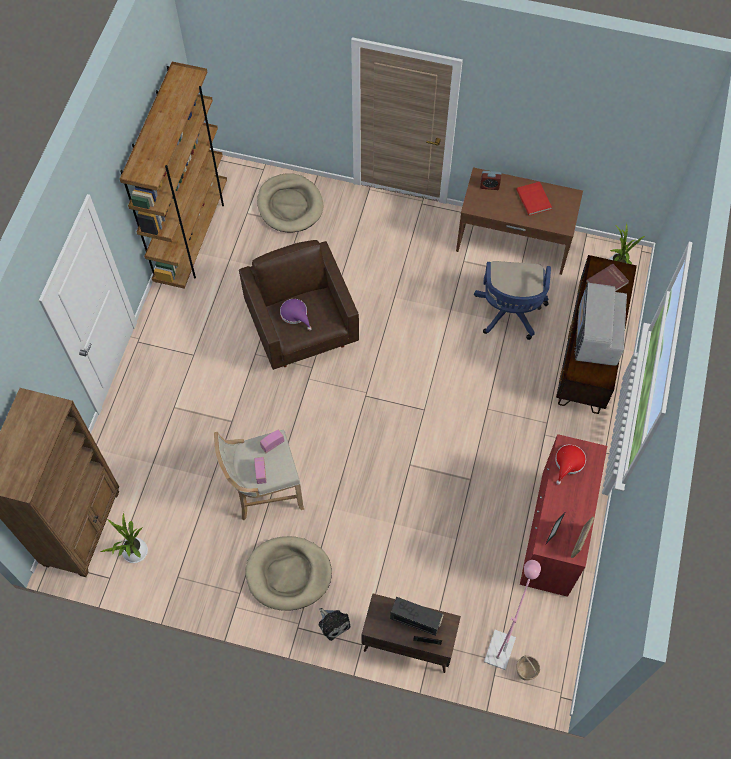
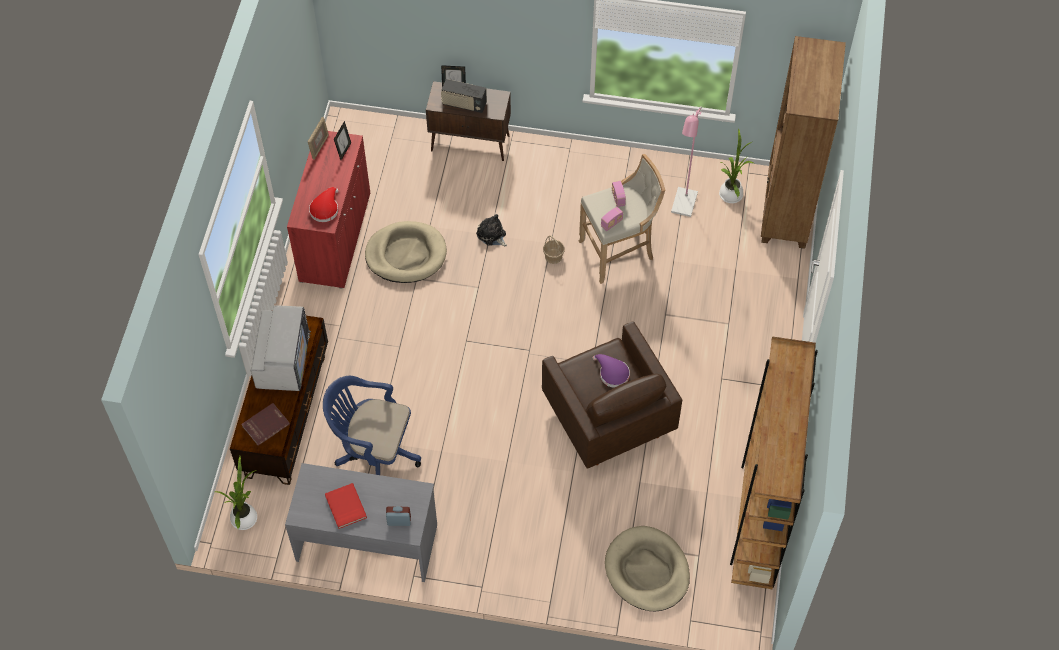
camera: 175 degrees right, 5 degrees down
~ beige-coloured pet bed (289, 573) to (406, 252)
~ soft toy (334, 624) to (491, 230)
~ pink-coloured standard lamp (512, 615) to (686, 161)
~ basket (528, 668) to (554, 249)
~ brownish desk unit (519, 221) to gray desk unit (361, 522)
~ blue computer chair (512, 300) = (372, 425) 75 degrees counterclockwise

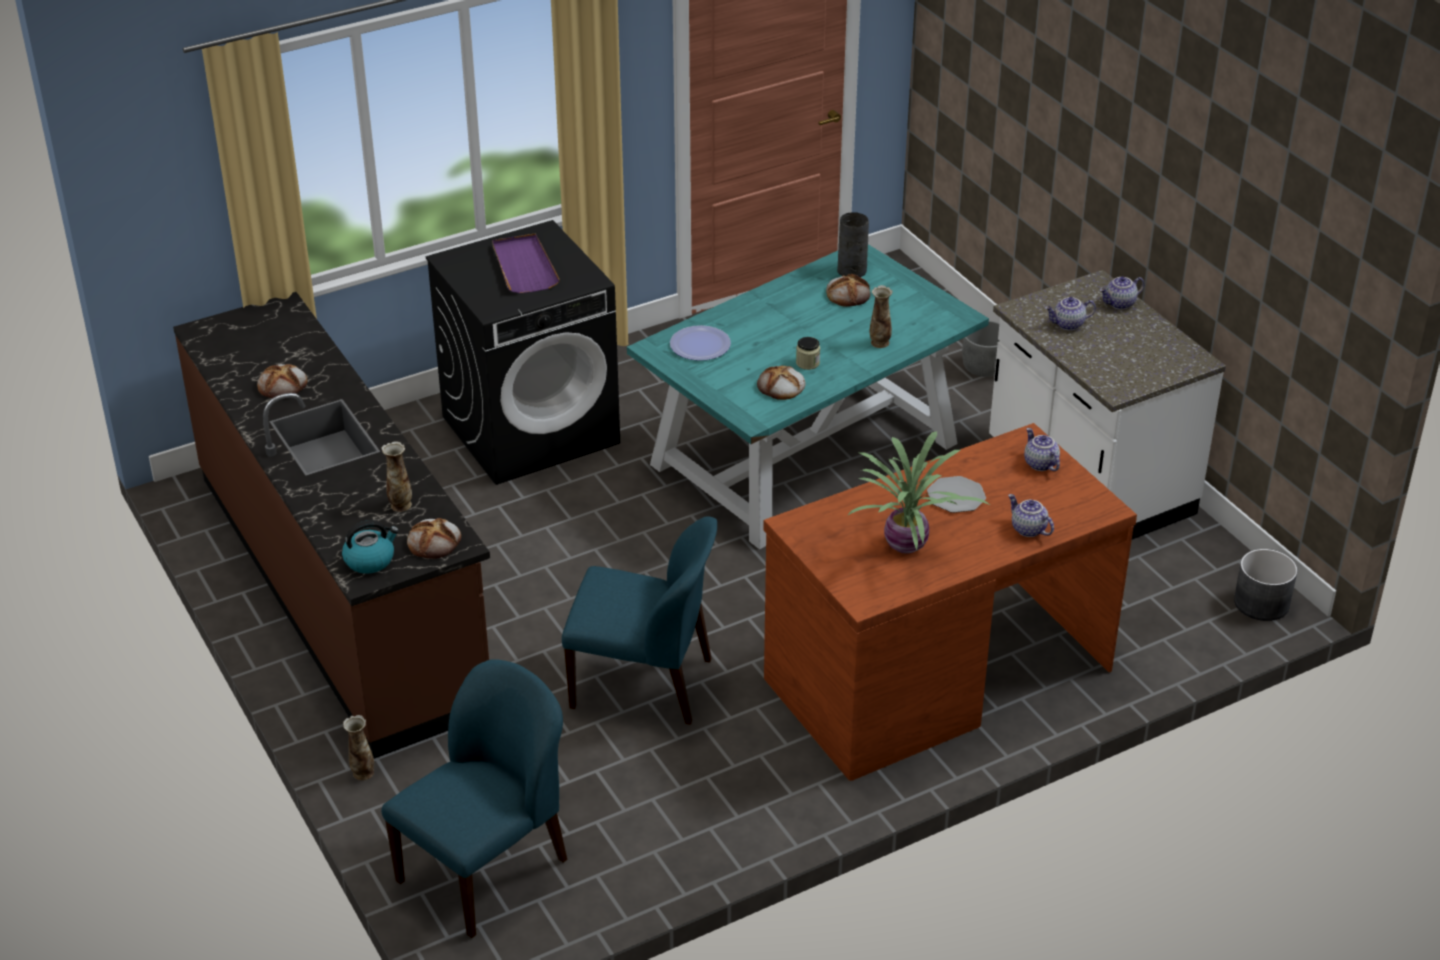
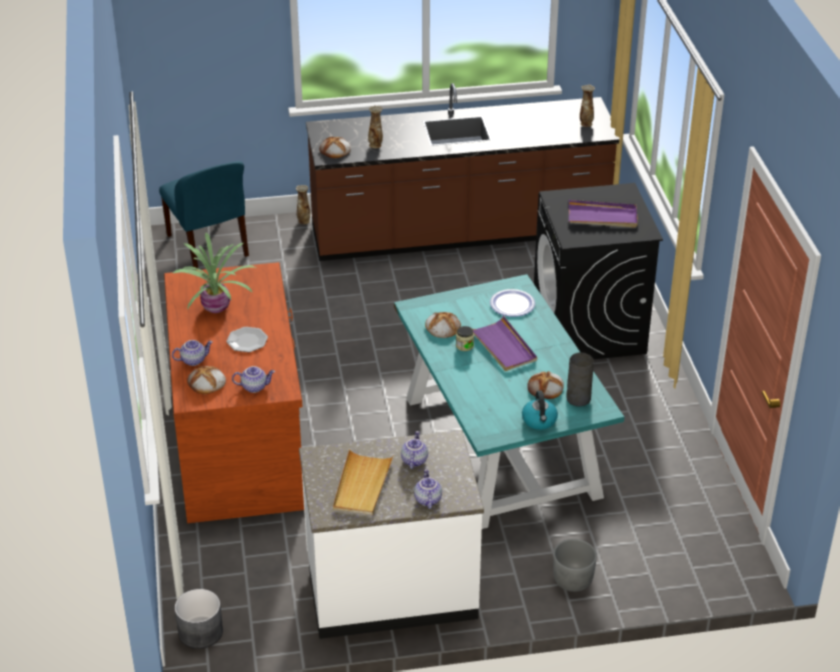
camera: 110 degrees right, 0 degrees up
- blue chair (639, 621)
+ beige-coloured carrying tray (363, 482)
+ purple carrying tray (505, 343)
~ bread (282, 381) to (206, 380)
~ tea kettle (370, 547) to (540, 410)
~ decorative vase (881, 316) to (587, 105)

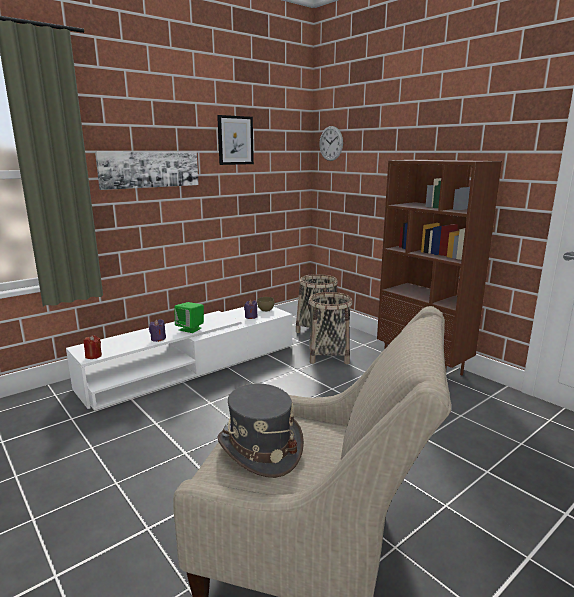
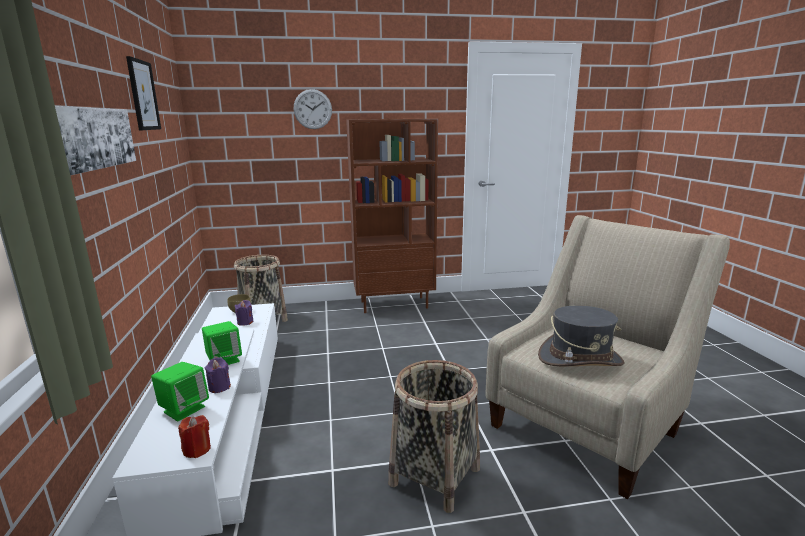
camera: 60 degrees left, 0 degrees up
+ green-coloured loudspeaker (180, 392)
~ basket (330, 328) to (434, 436)
~ hanging clock (331, 143) to (313, 109)

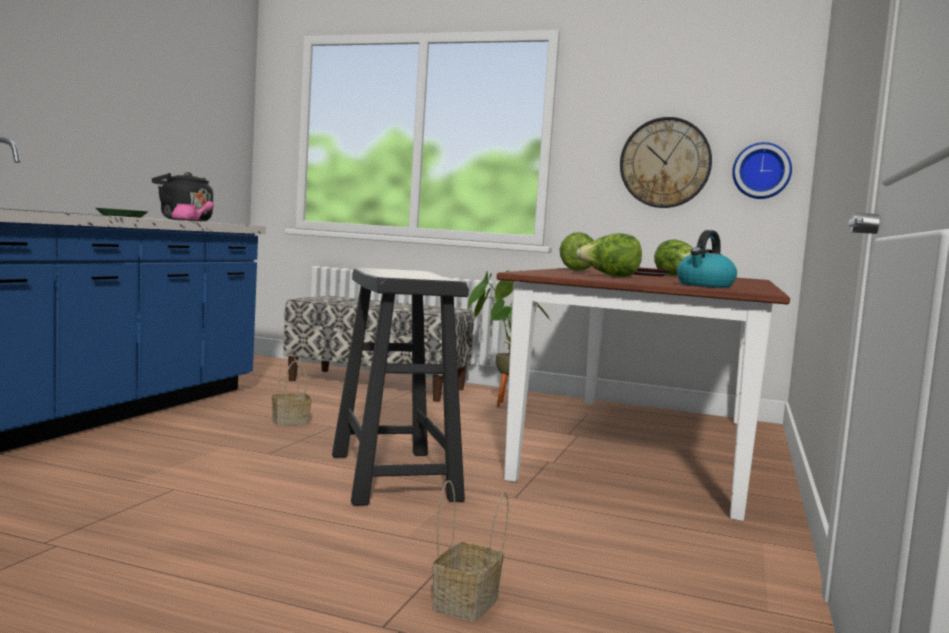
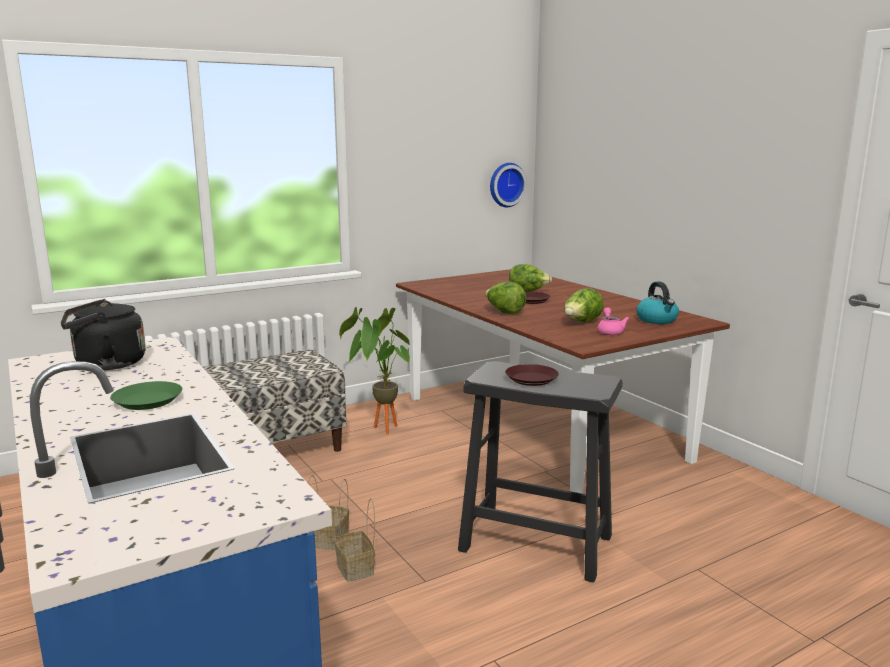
camera: 50 degrees left, 10 degrees up
- hanging clock (666, 162)
+ brownish plate (532, 375)
~ pink-coloured pot for tea (193, 211) to (613, 321)
~ basket (471, 551) to (354, 540)

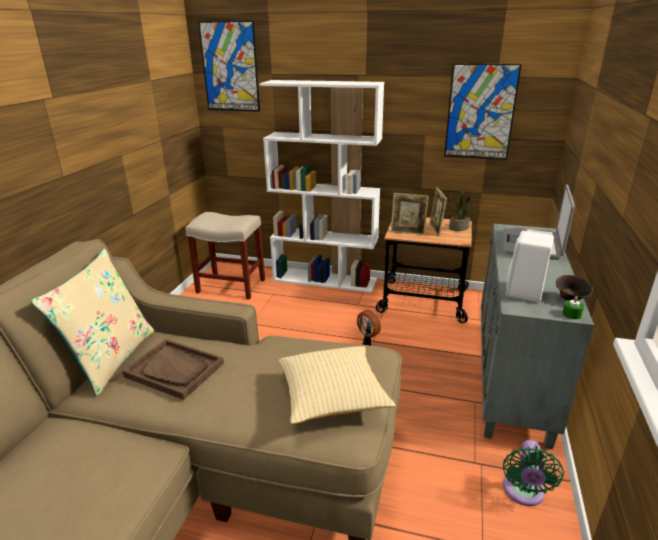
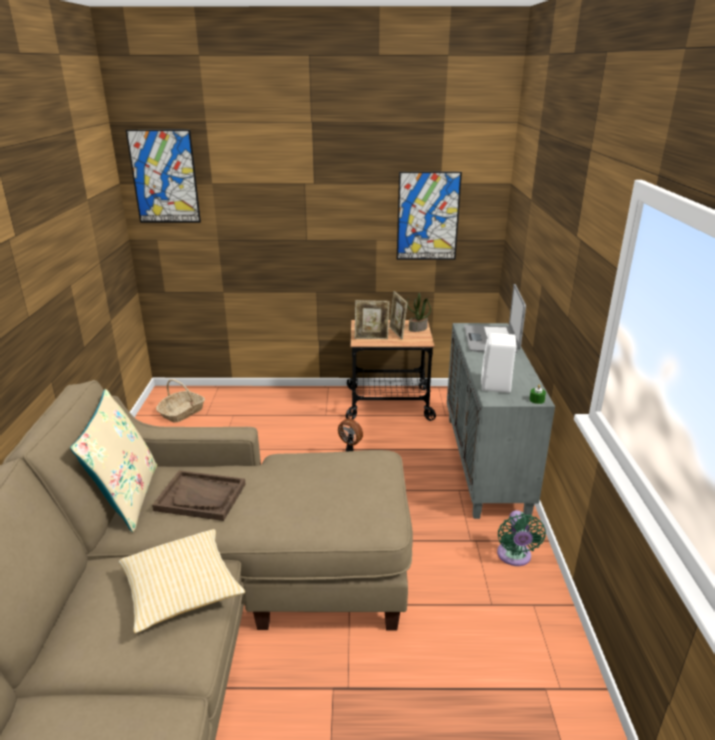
camera: 15 degrees left, 0 degrees up
- whitish shelving unit (321, 186)
- brownish deep dish (575, 288)
~ pillow (337, 385) to (182, 581)
~ beige-coloured stool (225, 256) to basket (180, 401)

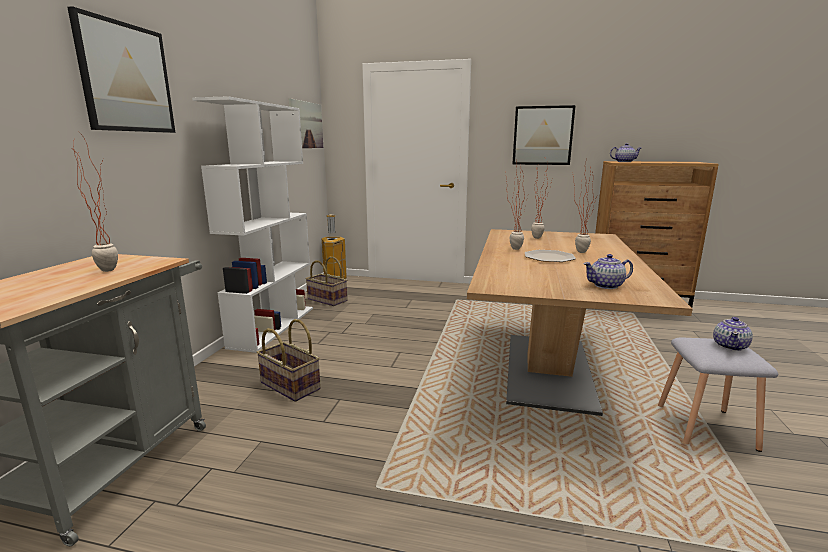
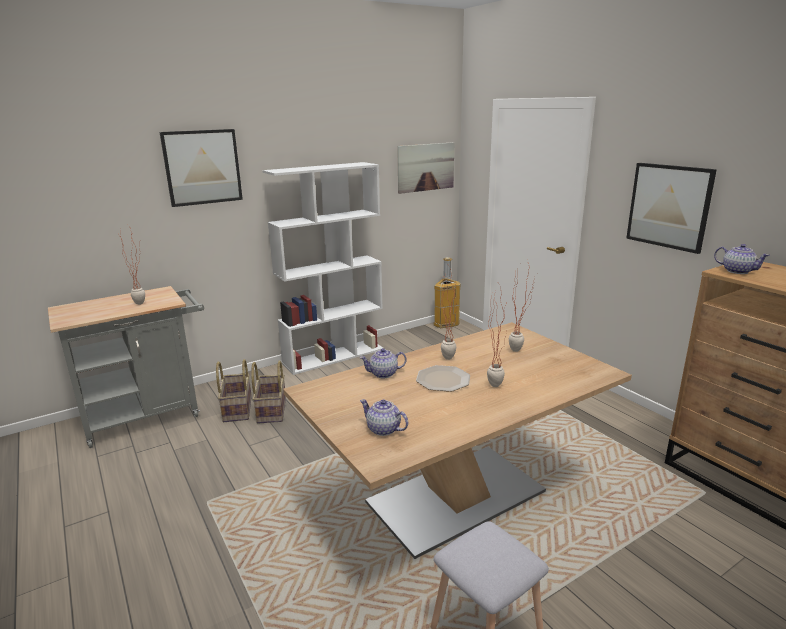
camera: 45 degrees right, 5 degrees up
~ basket (326, 281) to (234, 390)
~ pot for tea (733, 334) to (383, 363)

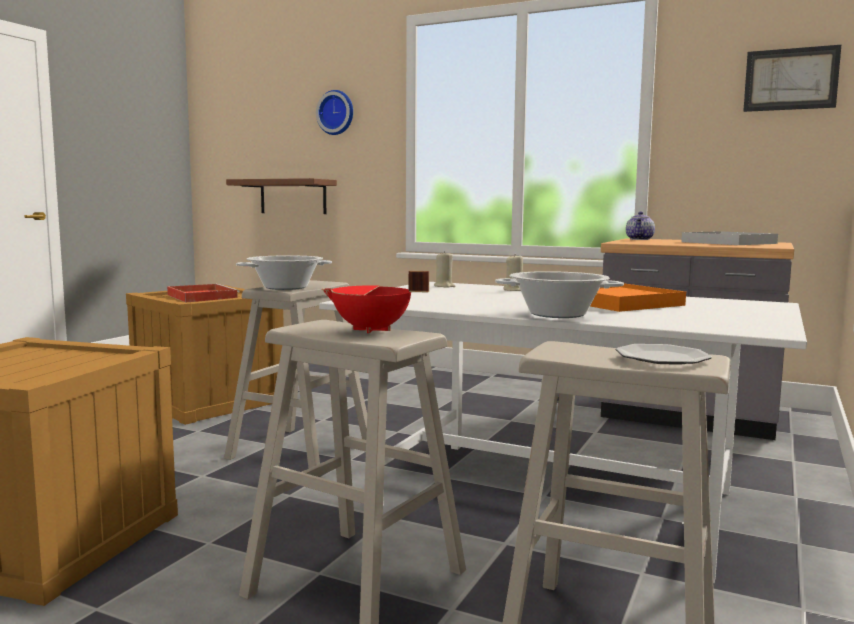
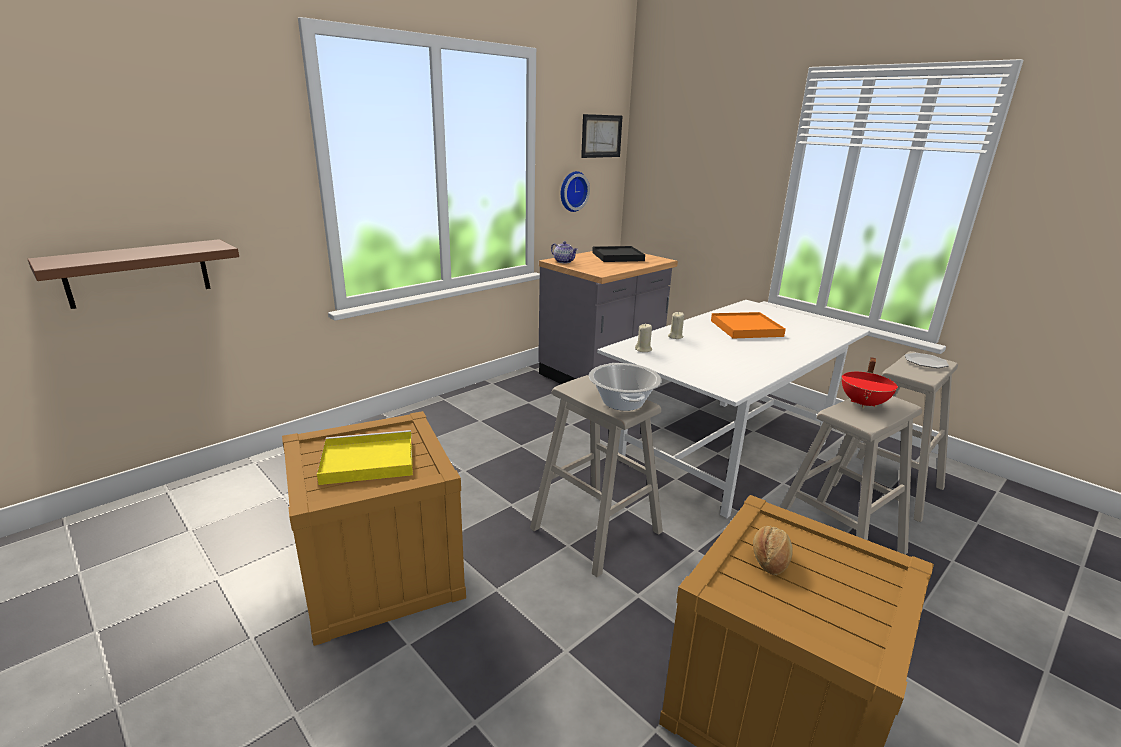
camera: 70 degrees left, 15 degrees up
- stockpot (559, 294)
+ bread (773, 550)
~ hanging clock (334, 112) to (575, 191)
~ reddish carrying tray (203, 293) to yellow carrying tray (365, 457)
~ whitish carrying tray (729, 238) to blackish carrying tray (618, 254)

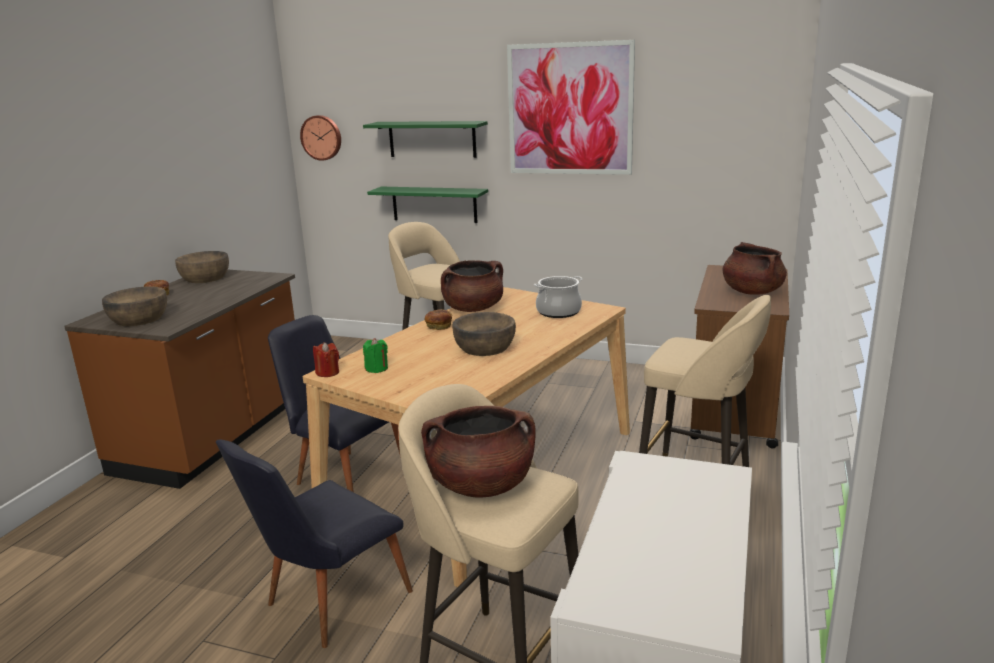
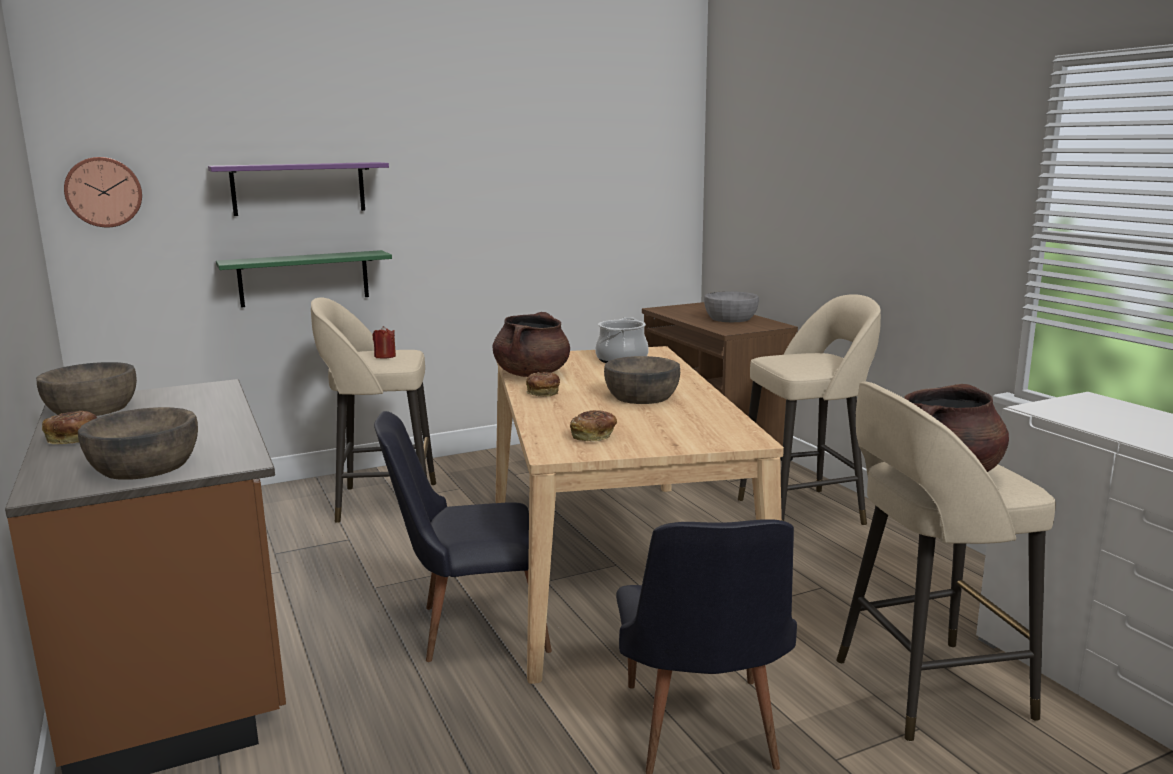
camera: 45 degrees left, 5 degrees down
- picture (571, 107)
~ reddish candle (326, 359) to (384, 342)
~ green-coloured candle (375, 355) to bread (593, 425)
~ brownish stockpot (754, 268) to gray deep dish (731, 306)
~ green-coloured shelf (425, 139) to purple shelf (298, 189)

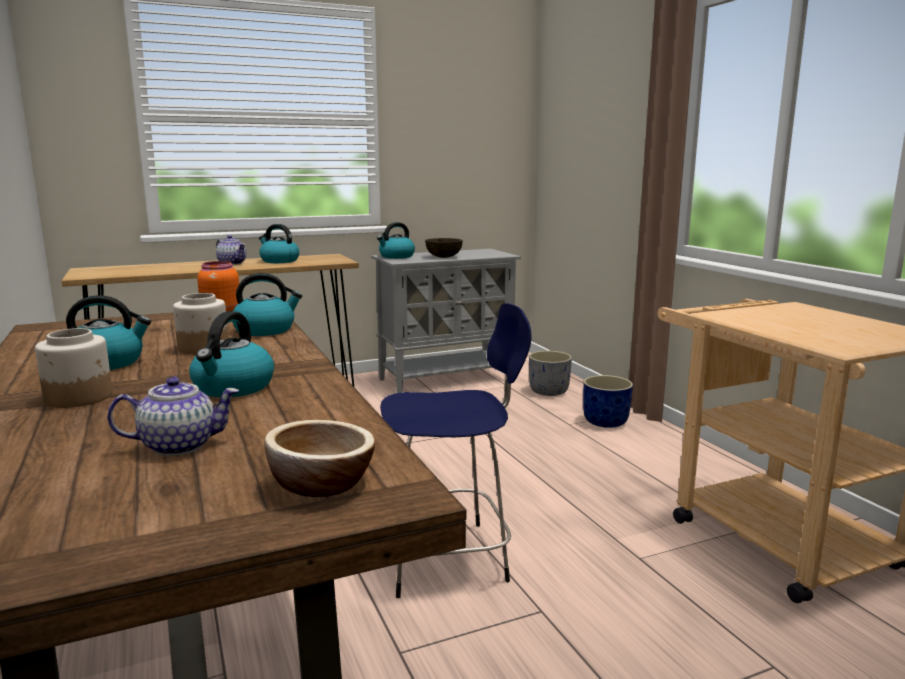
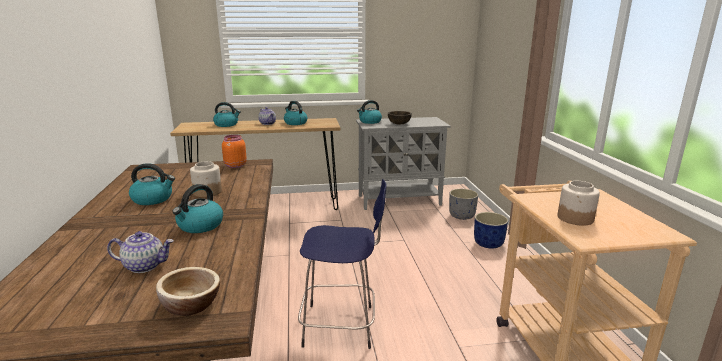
camera: 15 degrees right, 5 degrees up
~ storage jar (73, 368) to (579, 203)
~ tea kettle (267, 304) to (227, 114)

